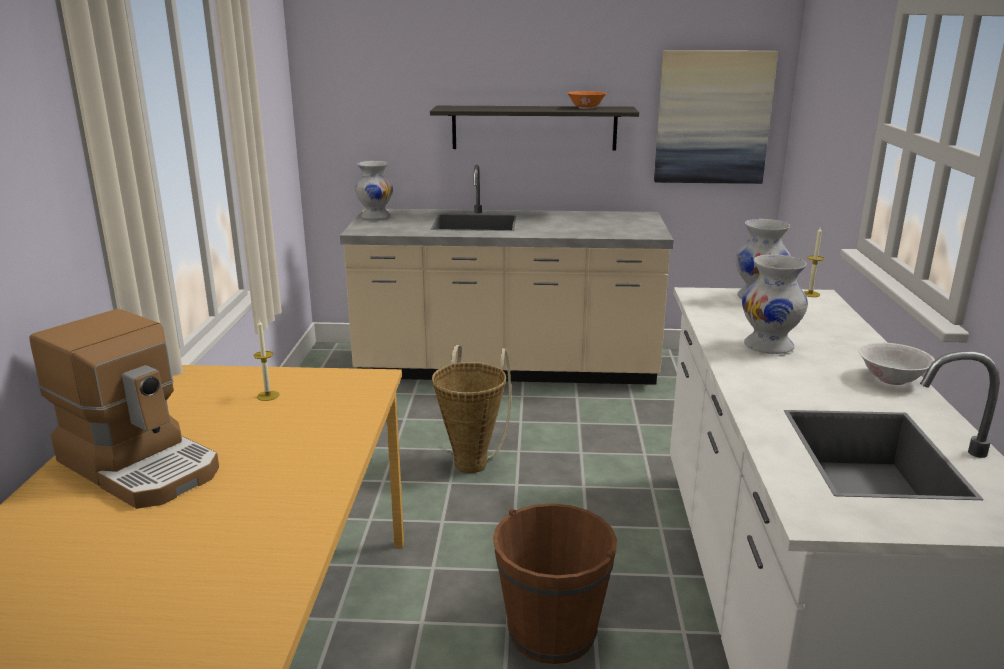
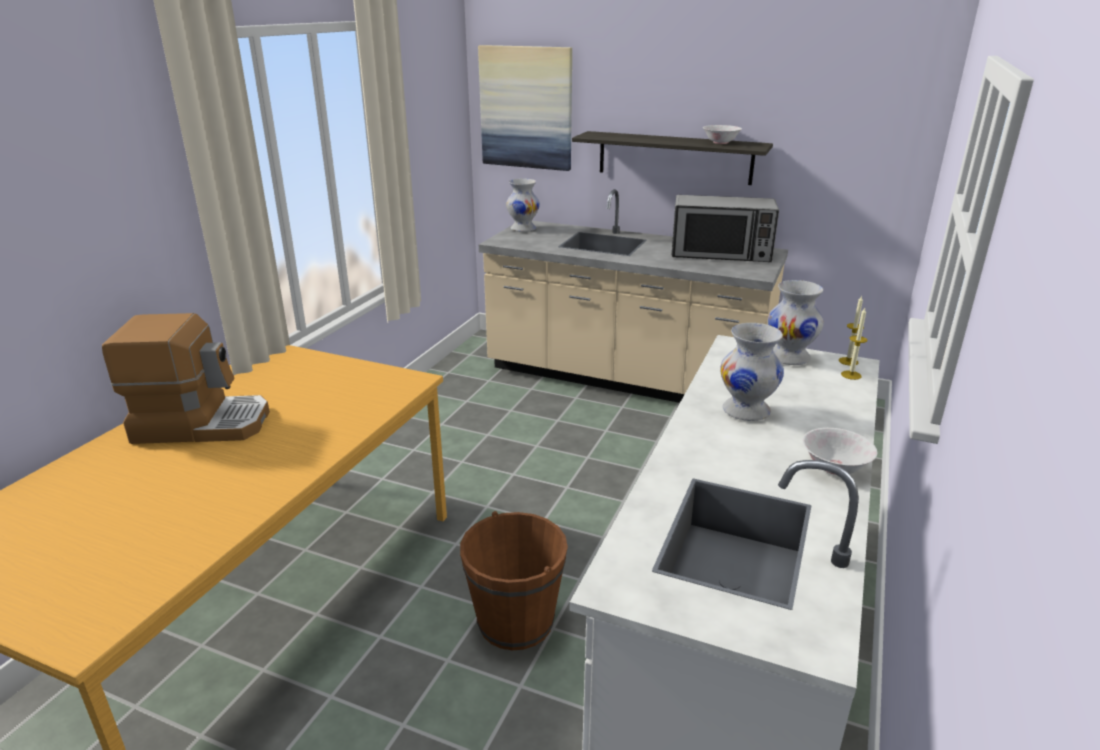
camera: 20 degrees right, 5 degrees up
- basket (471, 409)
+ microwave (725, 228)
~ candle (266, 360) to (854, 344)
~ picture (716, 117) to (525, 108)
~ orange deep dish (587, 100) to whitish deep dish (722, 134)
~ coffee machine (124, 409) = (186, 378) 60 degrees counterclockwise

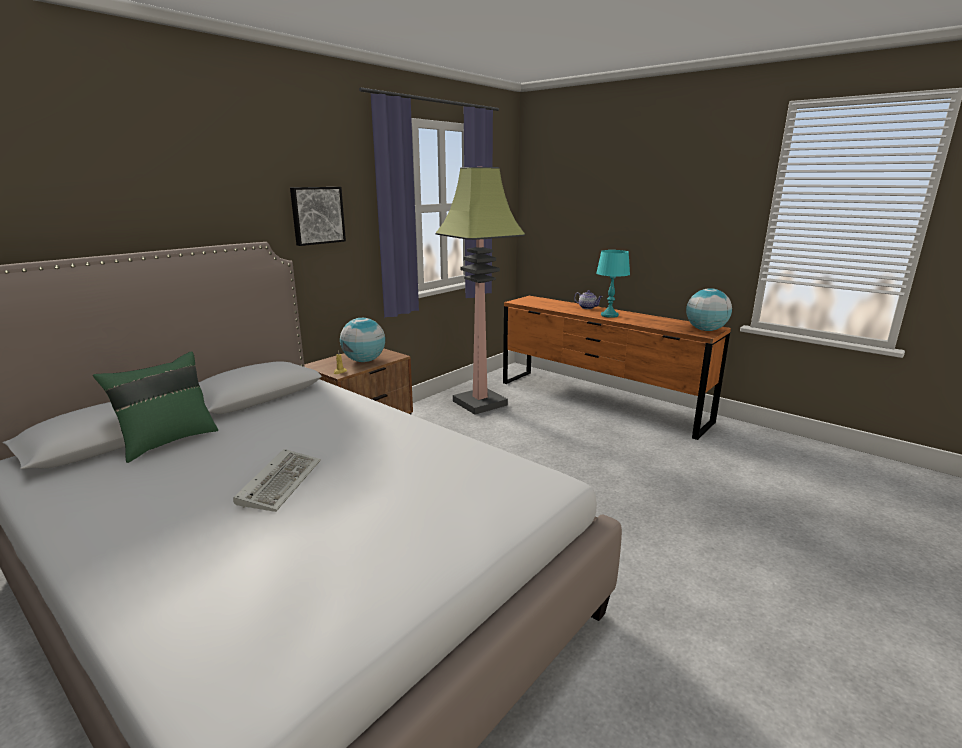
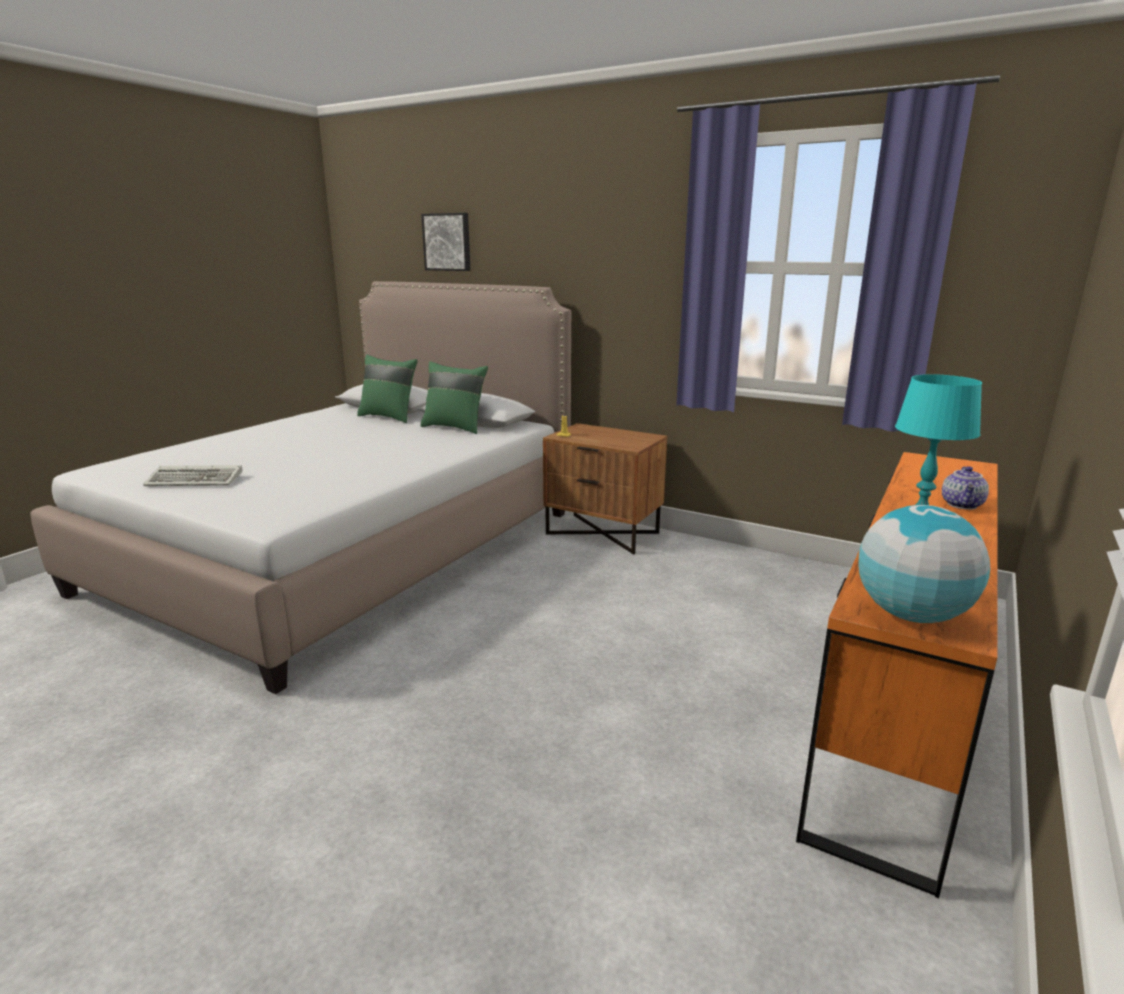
camera: 80 degrees right, 0 degrees up
- world globe (362, 340)
- standard lamp (480, 290)
+ green-coloured pillow (454, 397)
~ computer keyboard (277, 480) to (192, 475)
~ picture (318, 216) to (446, 242)

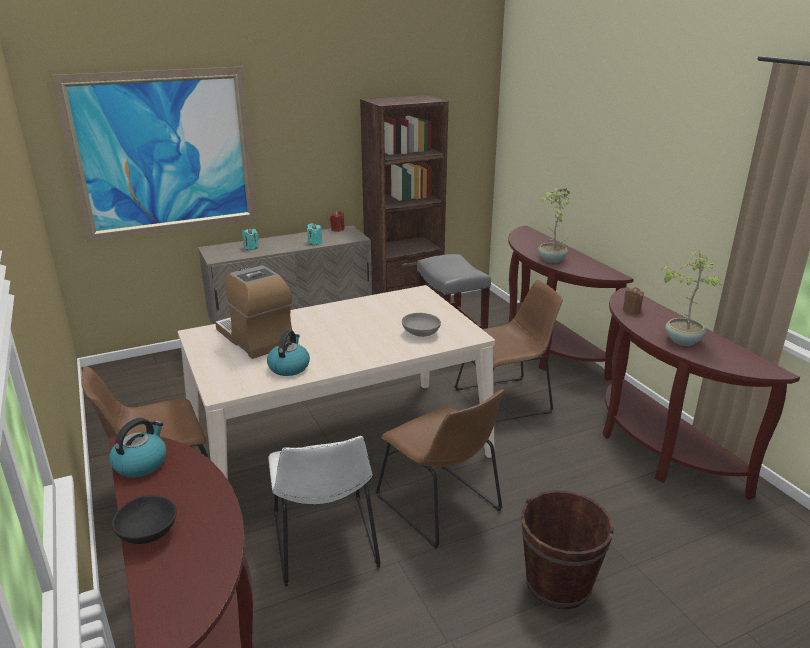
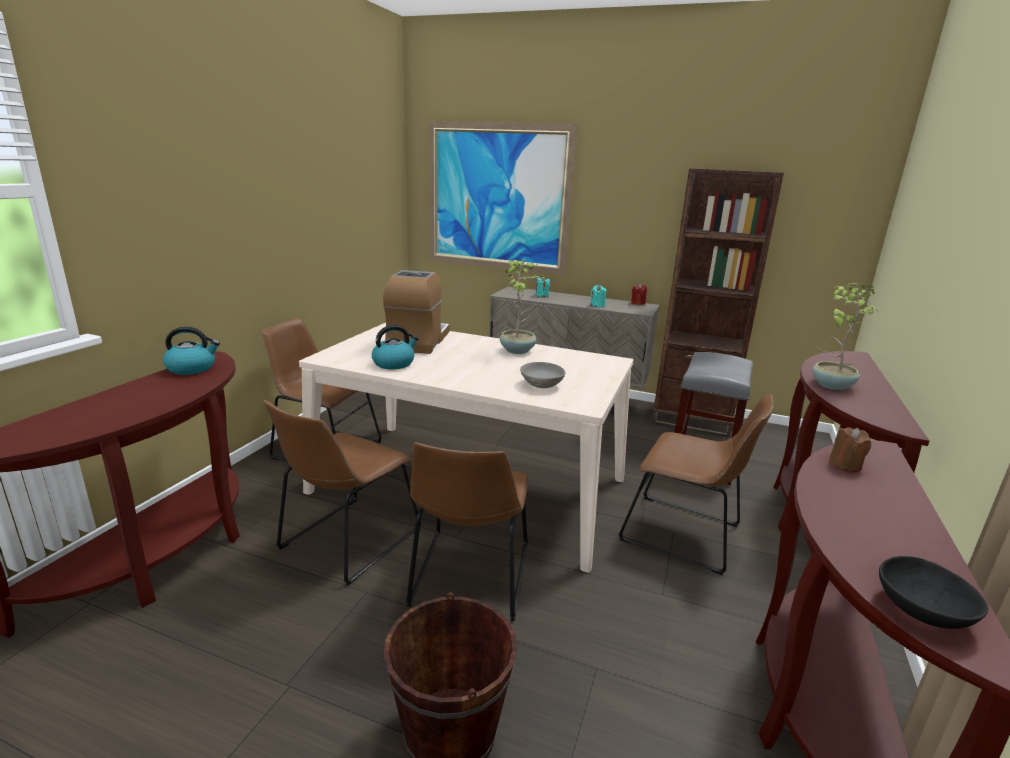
camera: 45 degrees right, 5 degrees down
~ blackish deep dish (144, 519) to (933, 592)
~ potted plant (690, 298) to (523, 306)
~ whitish chair (324, 511) to brownish chair (342, 493)

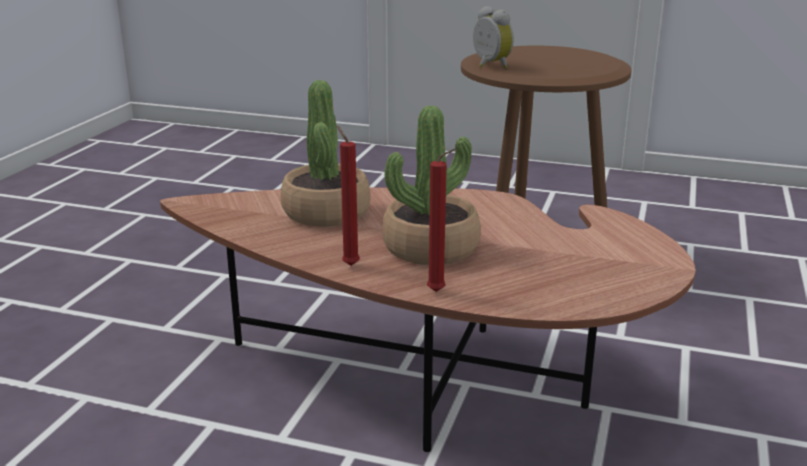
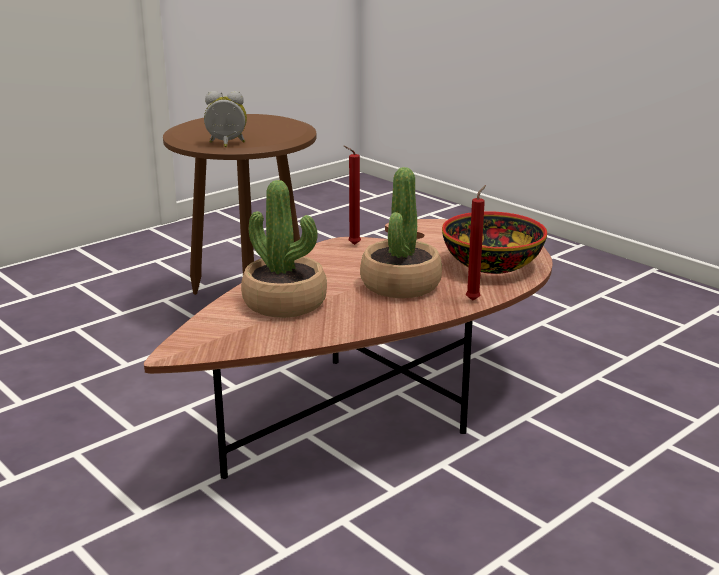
camera: 60 degrees left, 0 degrees up
+ deep dish (494, 242)
~ reddish candle (348, 196) to (352, 195)

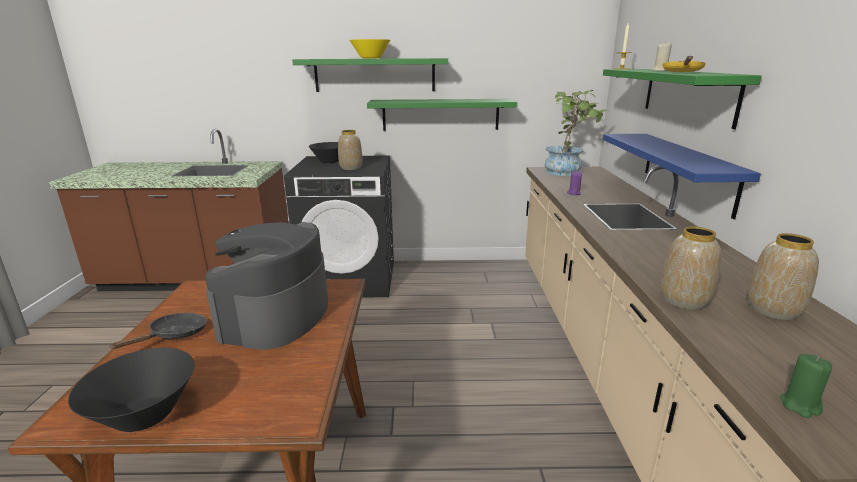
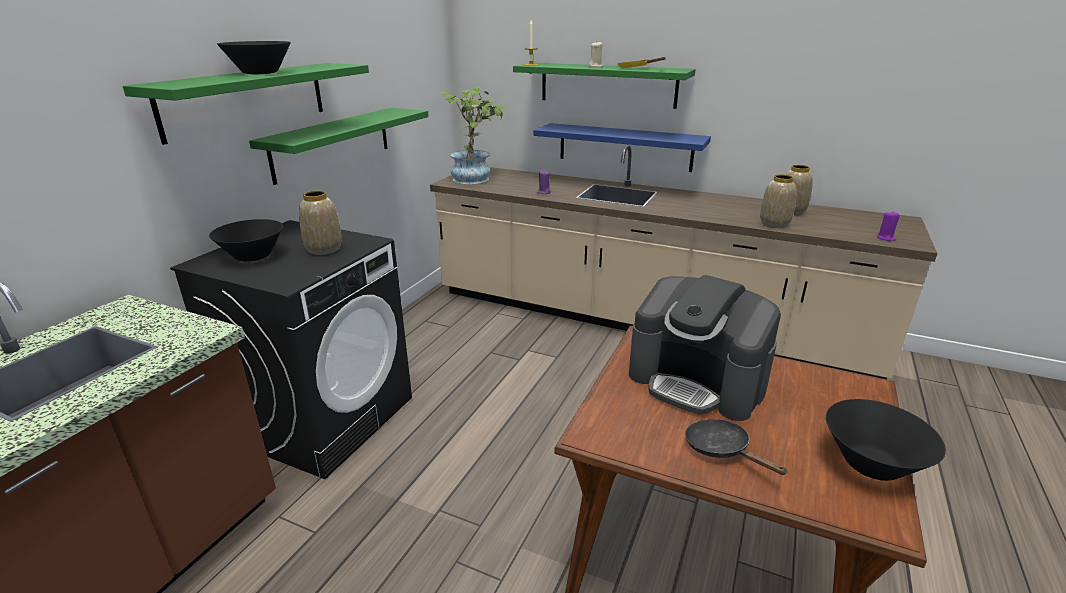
camera: 65 degrees left, 5 degrees up
~ yellow deep dish (369, 49) to blackish deep dish (254, 57)
~ green-coloured candle (806, 386) to purple candle (888, 226)

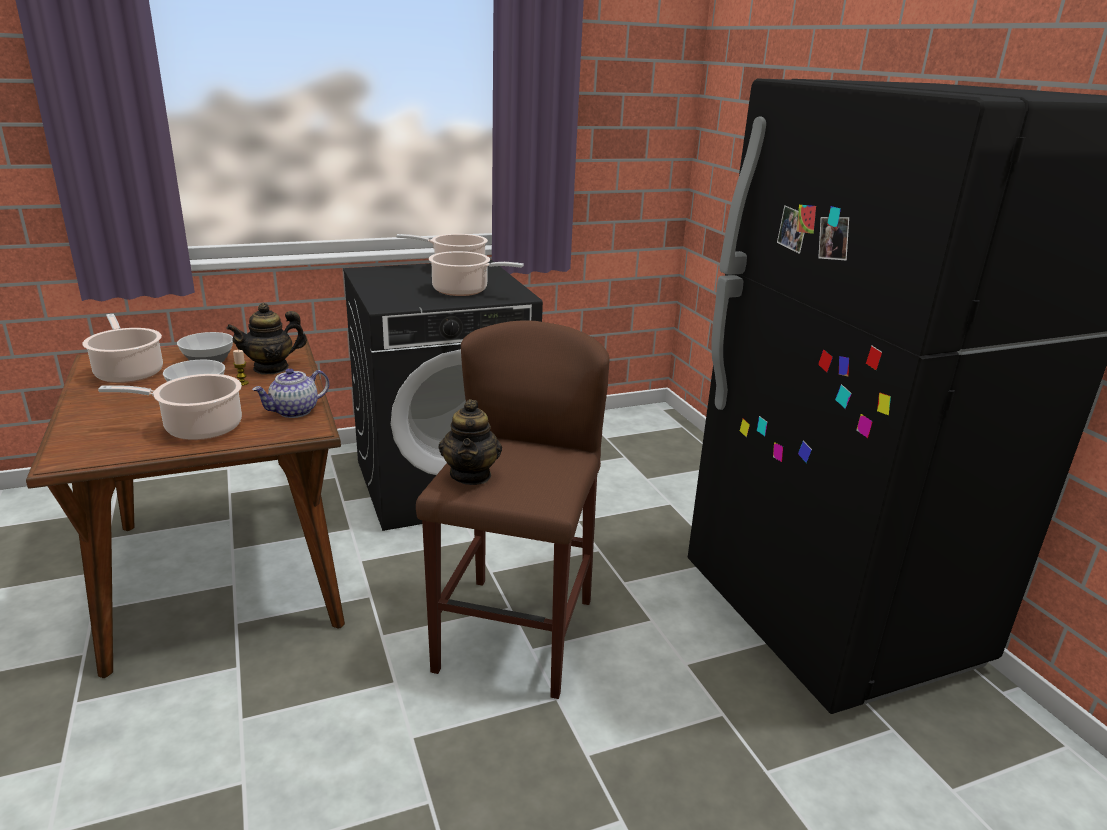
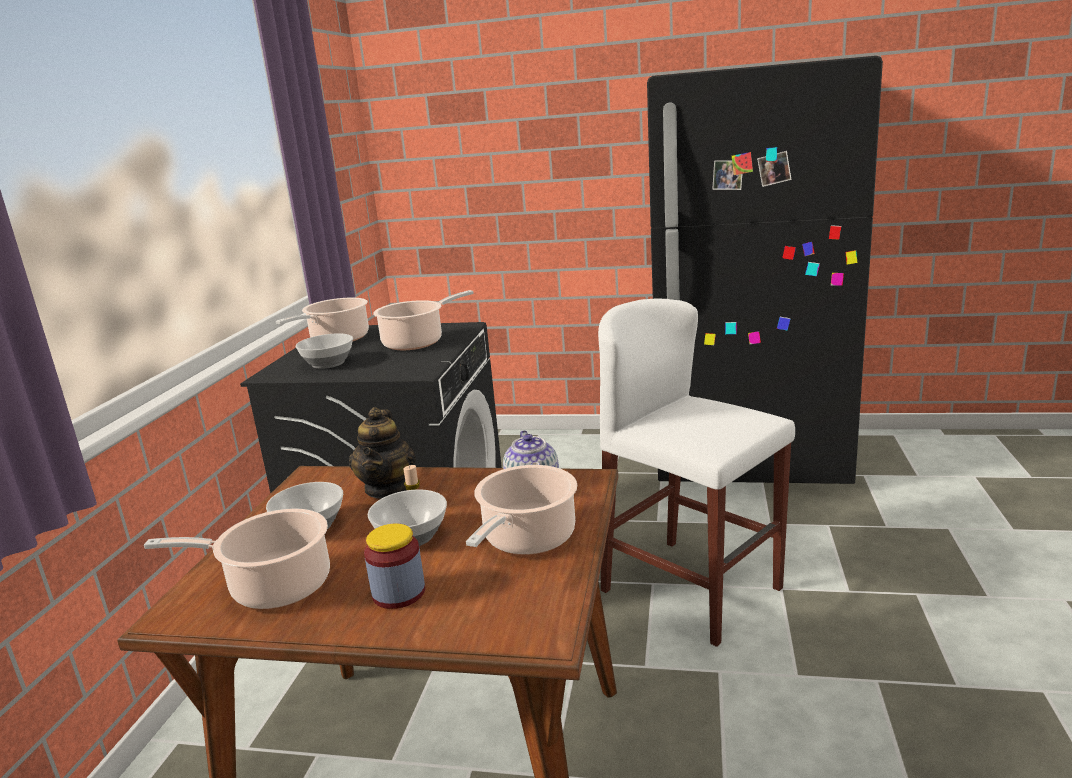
camera: 55 degrees left, 5 degrees down
- pot for tea (470, 442)
+ deep dish (324, 351)
+ storage jar (394, 566)
~ brownish stool (513, 509) to whitish stool (696, 473)

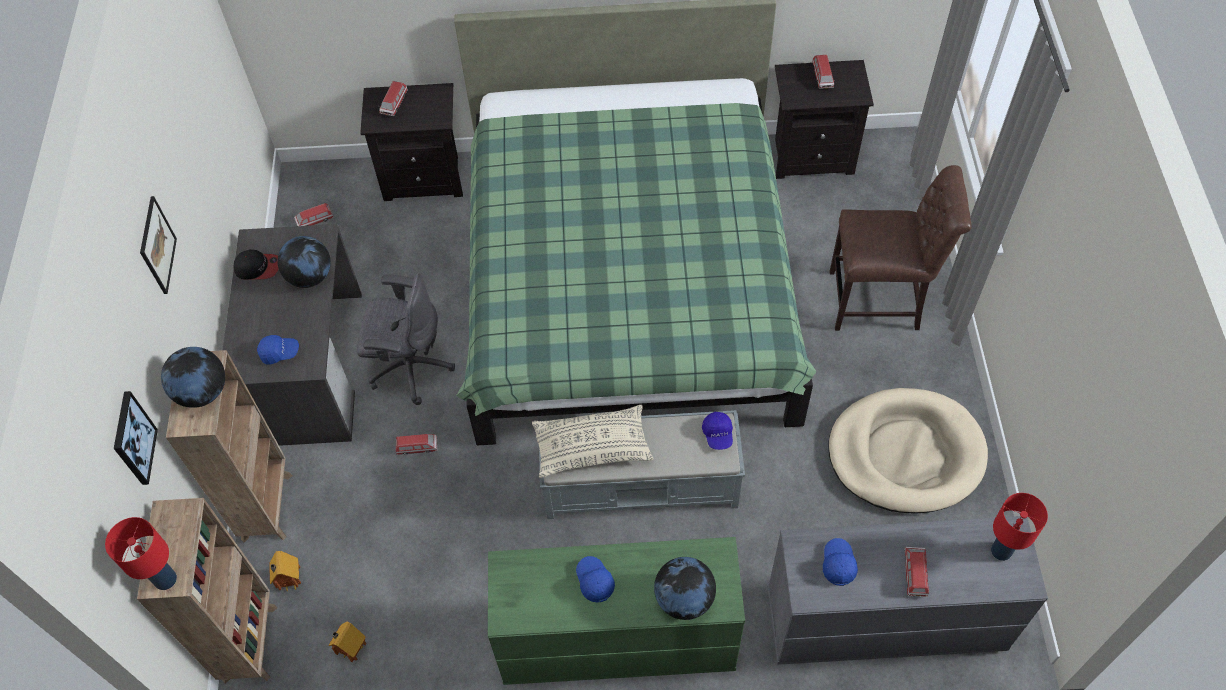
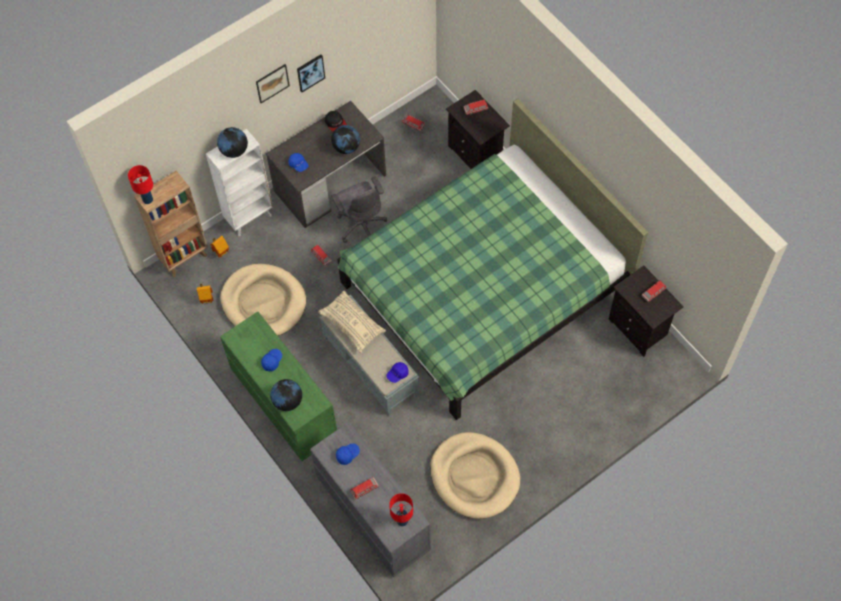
camera: 55 degrees right, 5 degrees up
- brownish chair (900, 248)
+ beige-coloured pet bed (263, 300)
~ picture (136, 438) to (311, 73)
~ brownish shelving unit (229, 446) to whitish shelving unit (239, 182)

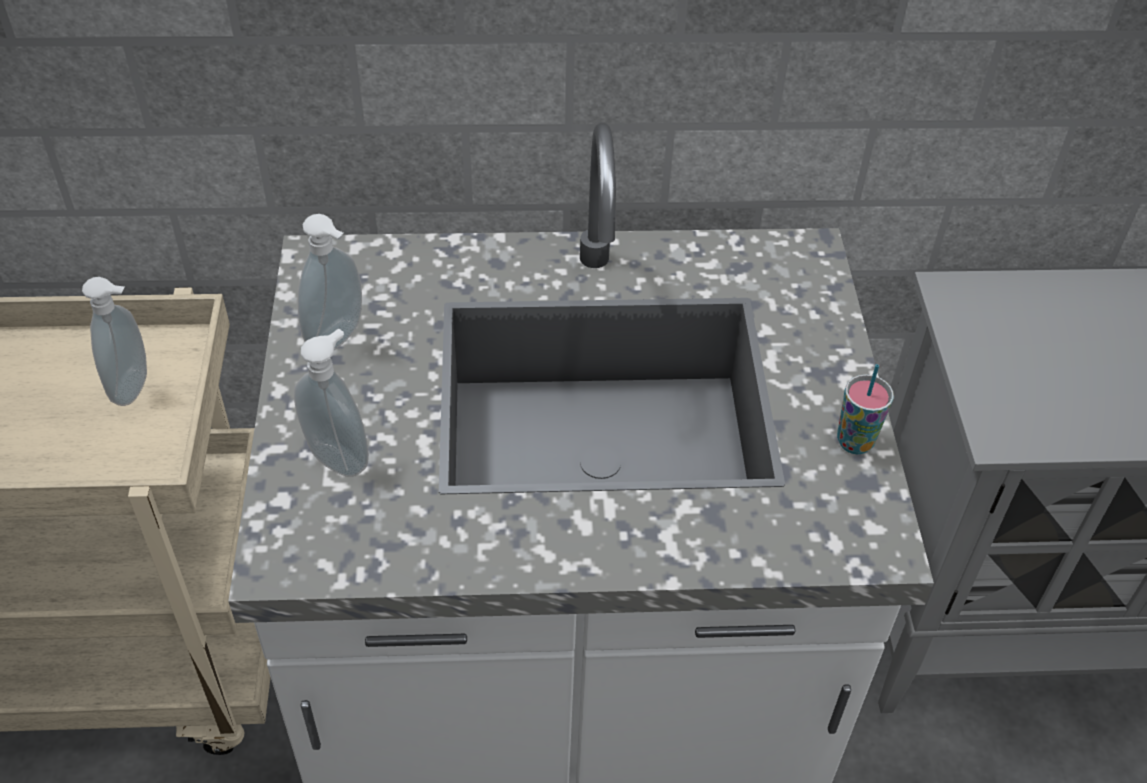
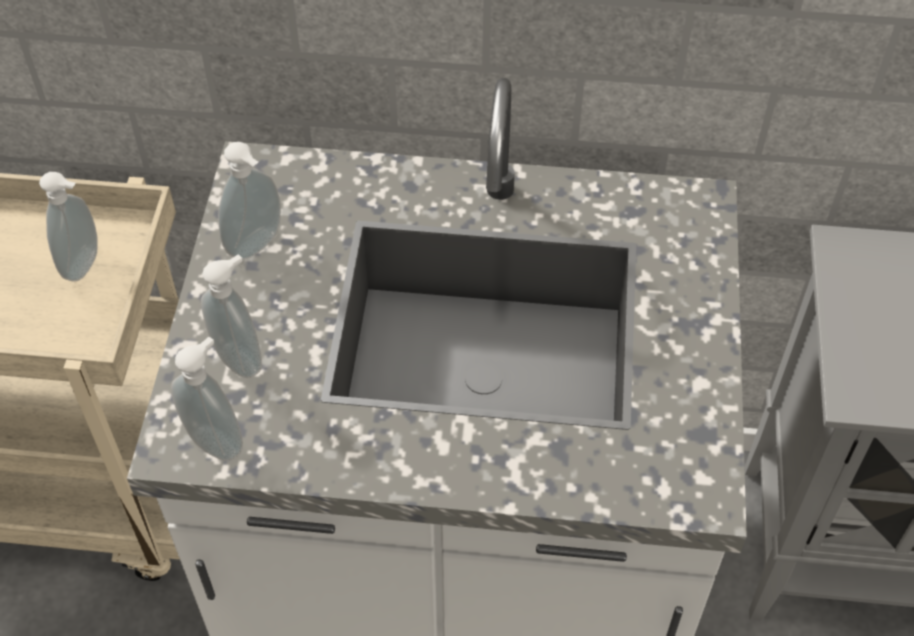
camera: 10 degrees right, 5 degrees up
- drinking cup (865, 409)
+ soap bottle (207, 399)

